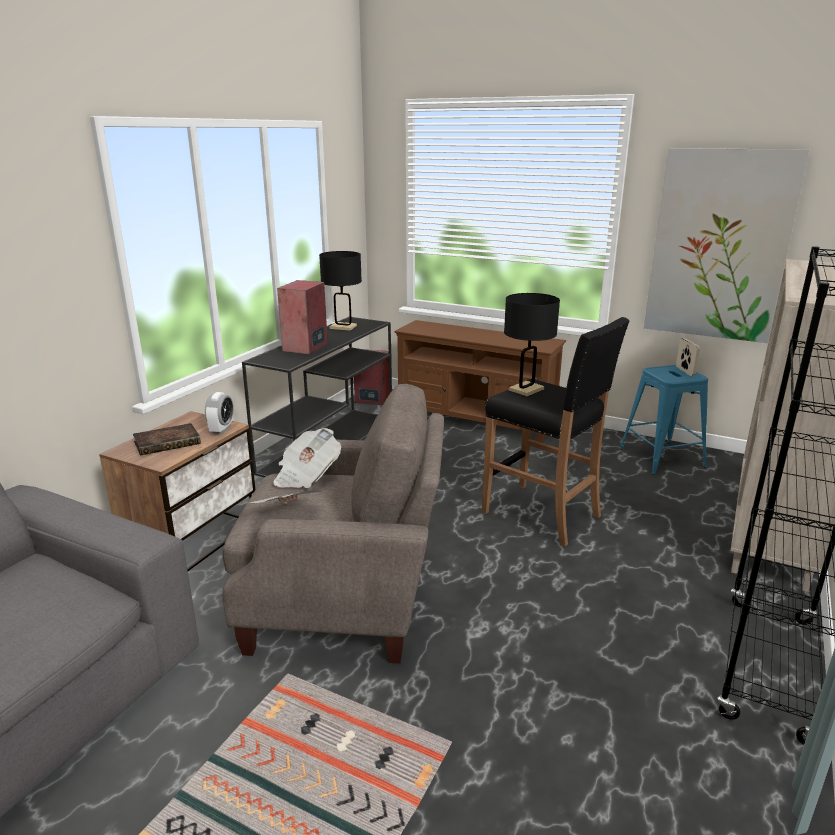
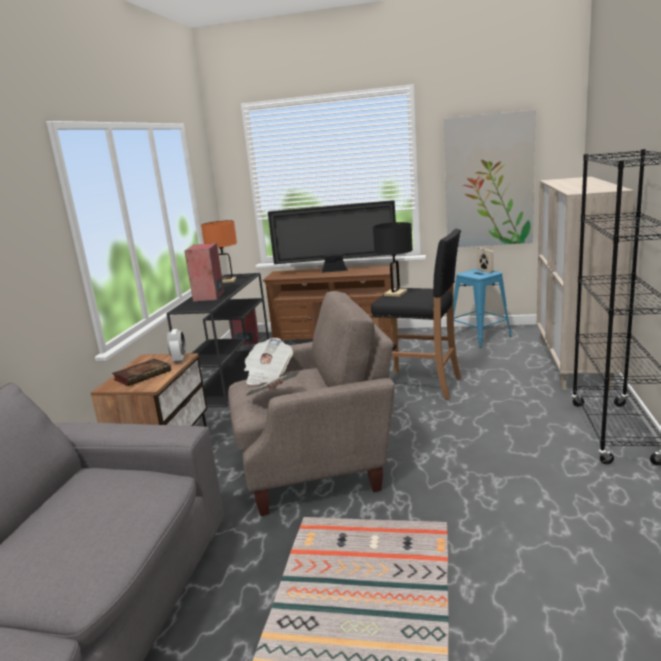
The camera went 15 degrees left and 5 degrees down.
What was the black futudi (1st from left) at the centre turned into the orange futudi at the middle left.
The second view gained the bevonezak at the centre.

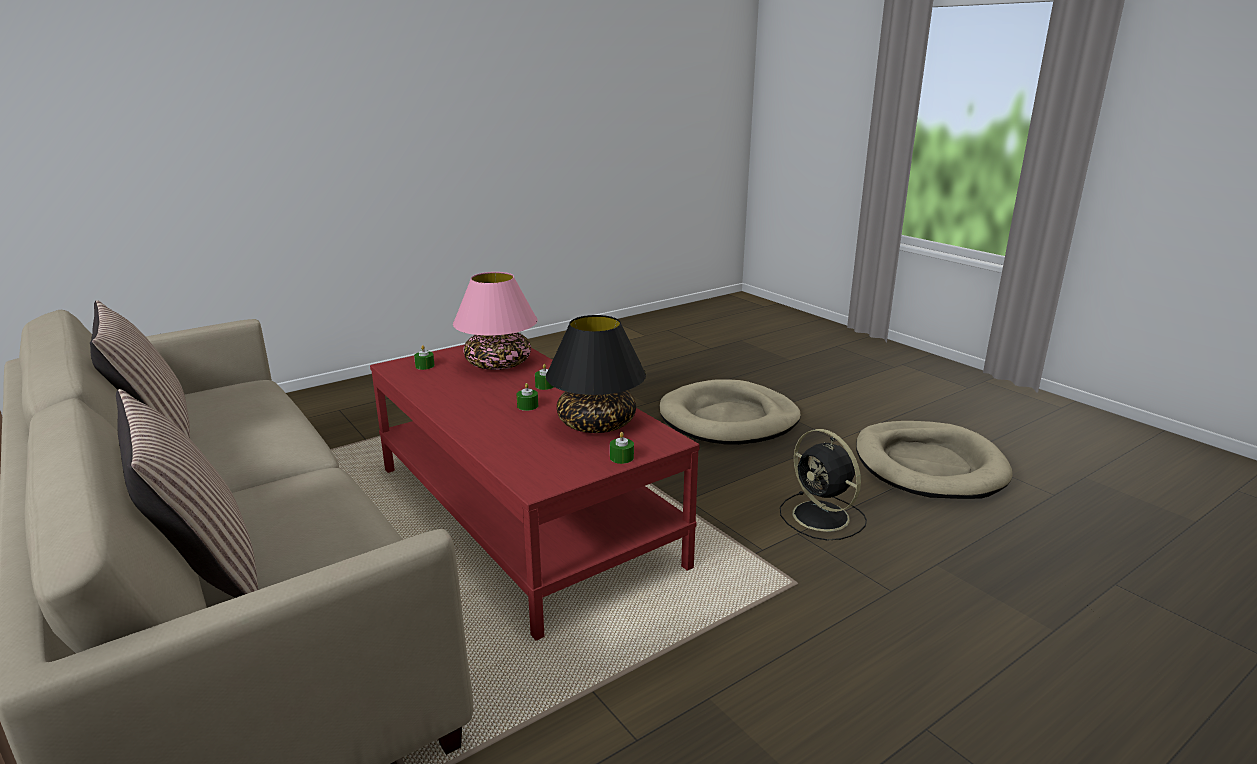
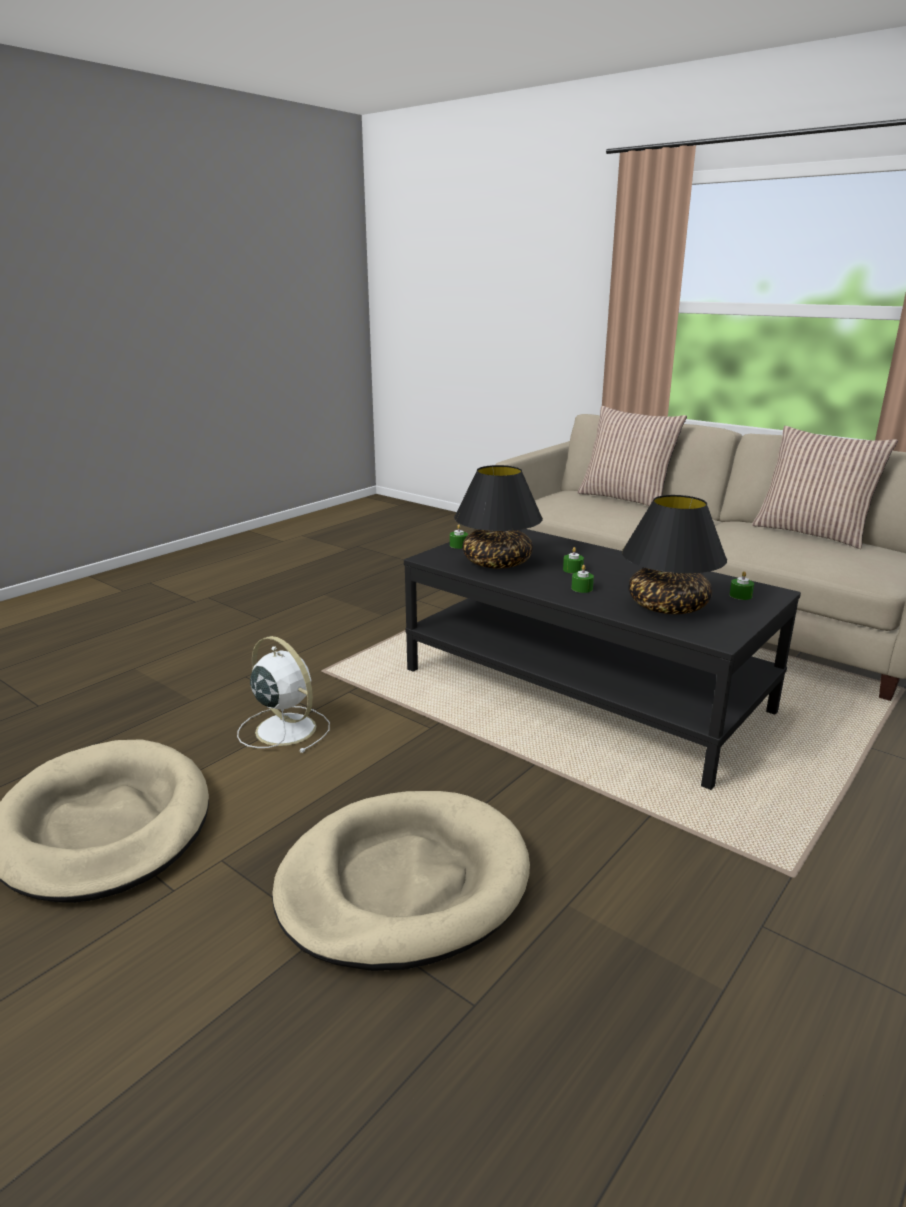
The camera went 165 degrees right and 0 degrees up.
What was the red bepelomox at the centre turned into the black bepelomox at the centre.
What was the pink futudi at the centre turned into the black futudi (2nd from left) at the middle right.
What was the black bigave at the centre turned into the white bigave at the middle left.

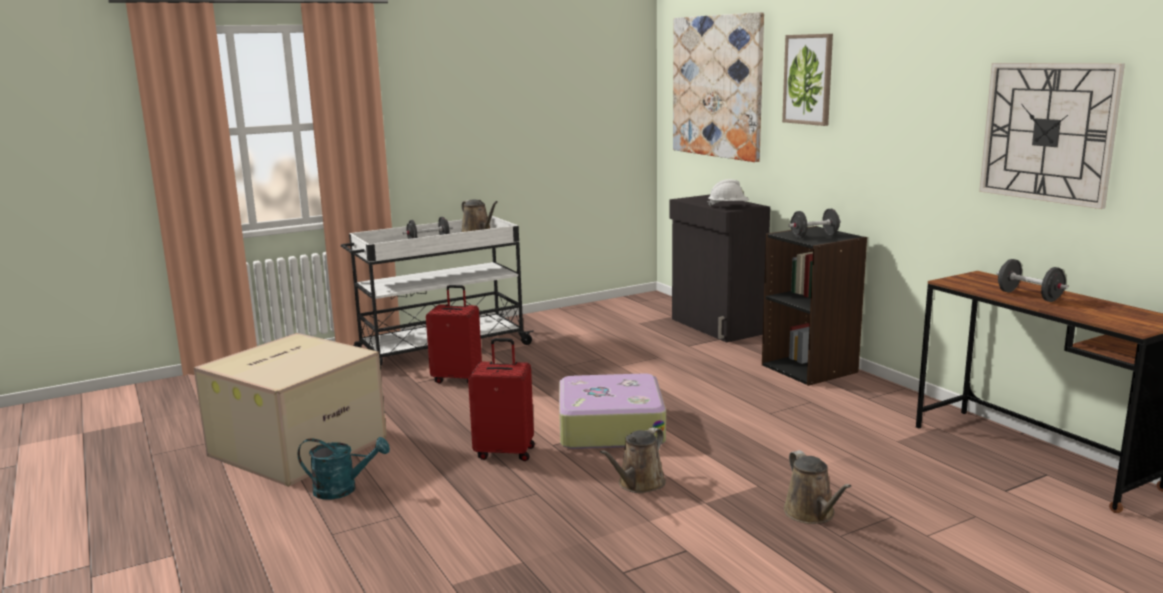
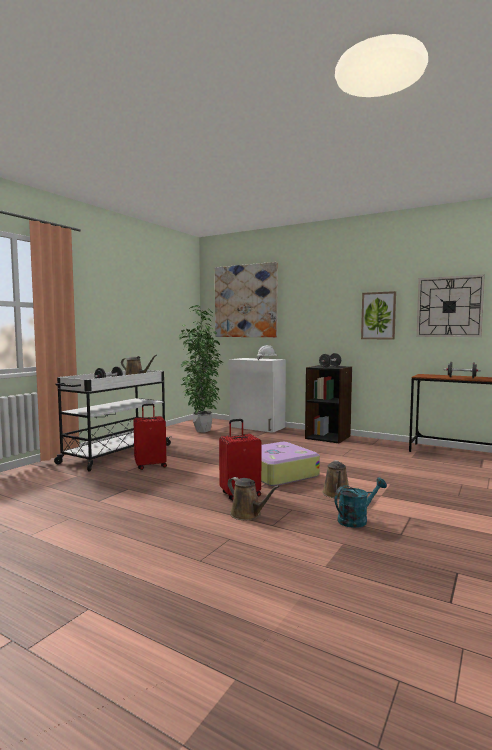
The camera went 30 degrees left and 10 degrees down.
The second view lost the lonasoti at the bottom left.
The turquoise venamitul ended up elsewhere, having gone from the bottom left to the bottom right.
What was the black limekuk at the centre turned into the white limekuk at the centre.
The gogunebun (2nd from left) ended up elsewhere, having gone from the top right to the middle right.
The brown venamitul (3rd from left in the first image) ended up elsewhere, having gone from the bottom right to the centre.
The second view gained the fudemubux at the centre.

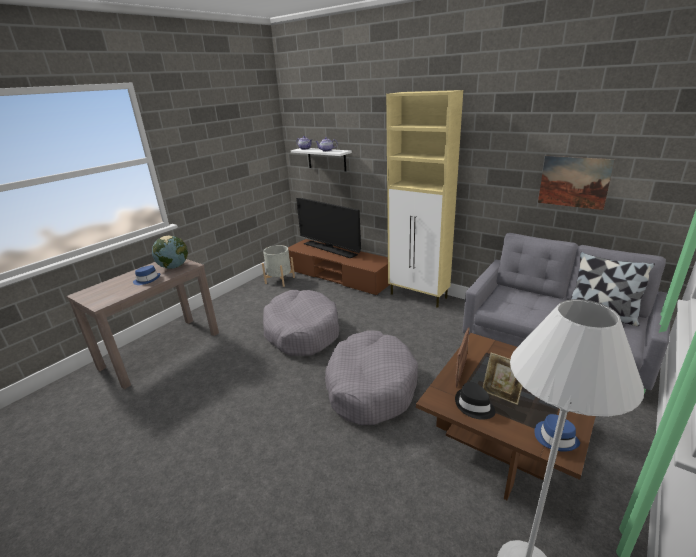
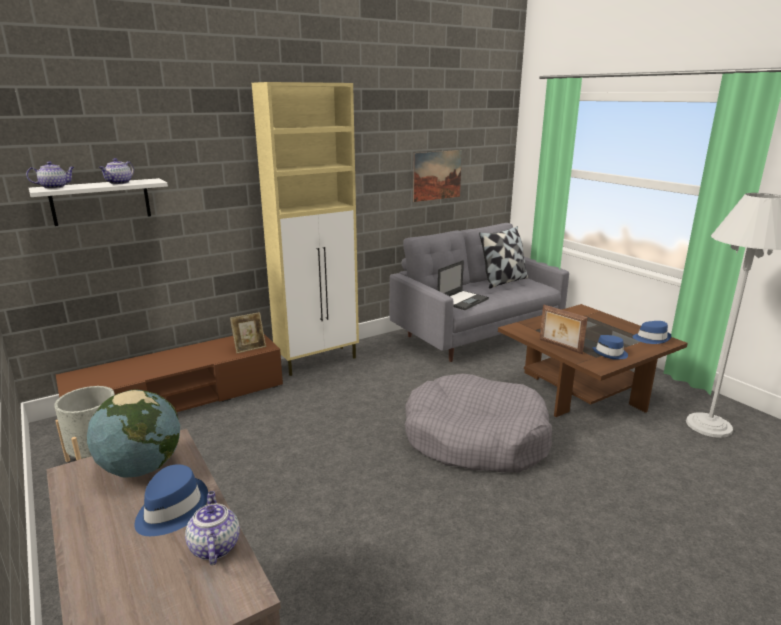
The camera went 70 degrees left and 5 degrees down.
The second view lost the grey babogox (1st from left) at the centre.
The second view lost the bevonezak at the centre.
What was the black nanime at the bottom right turned into the blue nanime (2nd from left) at the middle right.
The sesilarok (2nd from left in the first image) ended up elsewhere, having gone from the bottom right to the middle left.
The second view gained the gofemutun (3rd from left) at the bottom left.
The second view gained the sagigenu at the centre.

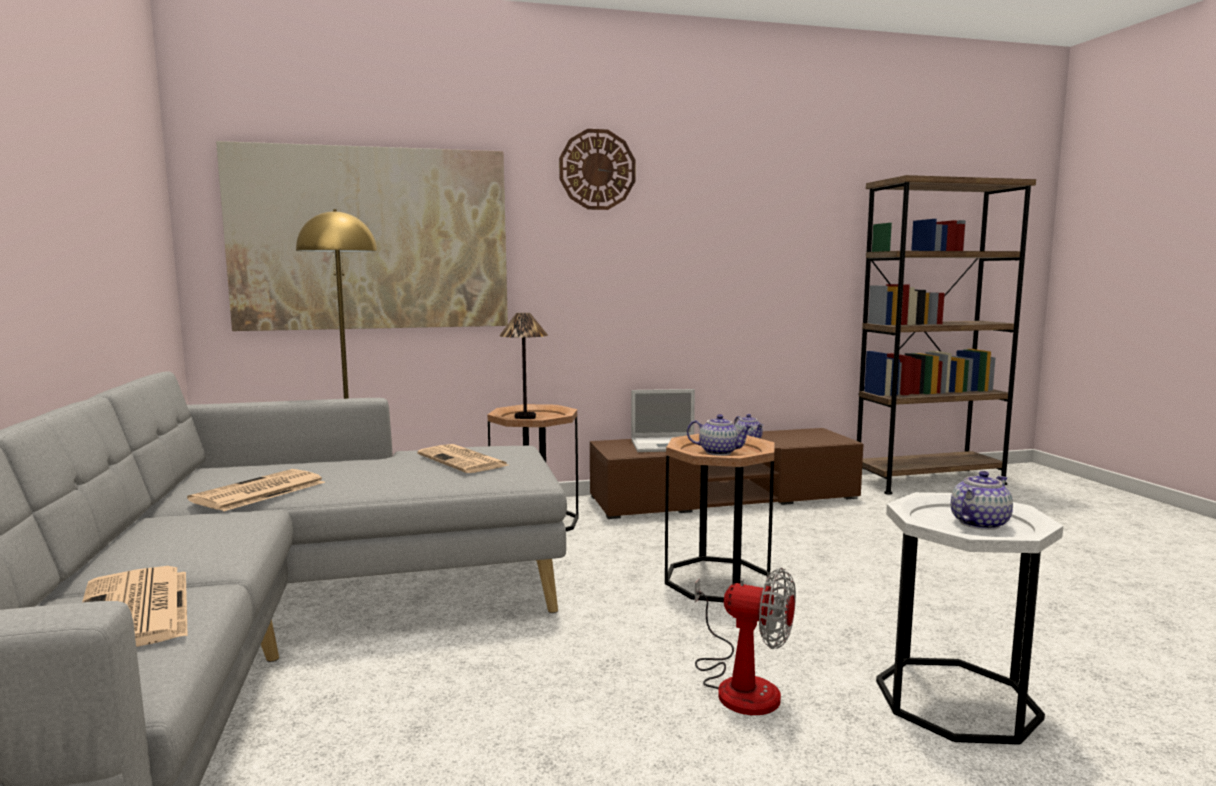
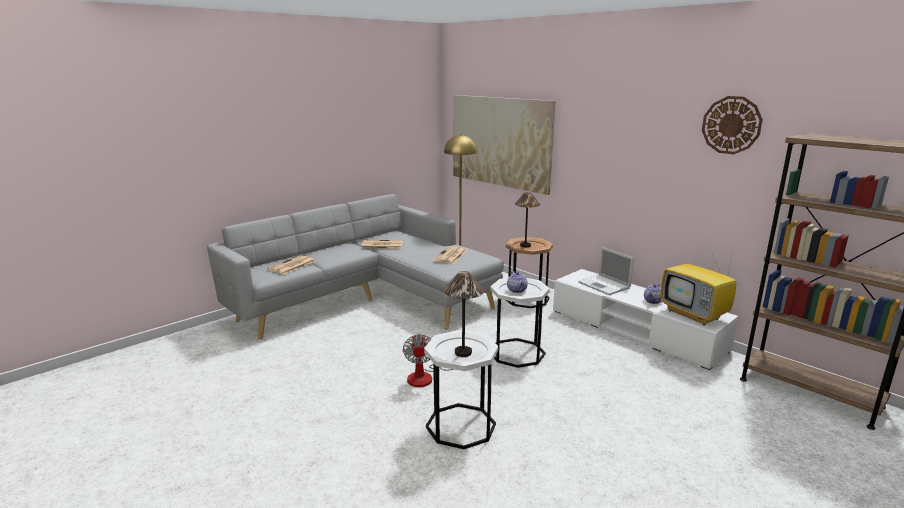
The camera went 60 degrees right and 10 degrees up.
The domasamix ended up elsewhere, having gone from the top centre to the top right.
What was the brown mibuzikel at the centre turned into the white mibuzikel at the middle right.
What was the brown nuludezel (2nd from left) at the centre turned into the white nuludezel (2nd from left) at the centre.
Where the gofemutun (3rd from left) stood at the middle right, the futudi (1st from left) came to stand at the centre.
The second view gained the bevonezak at the middle right.

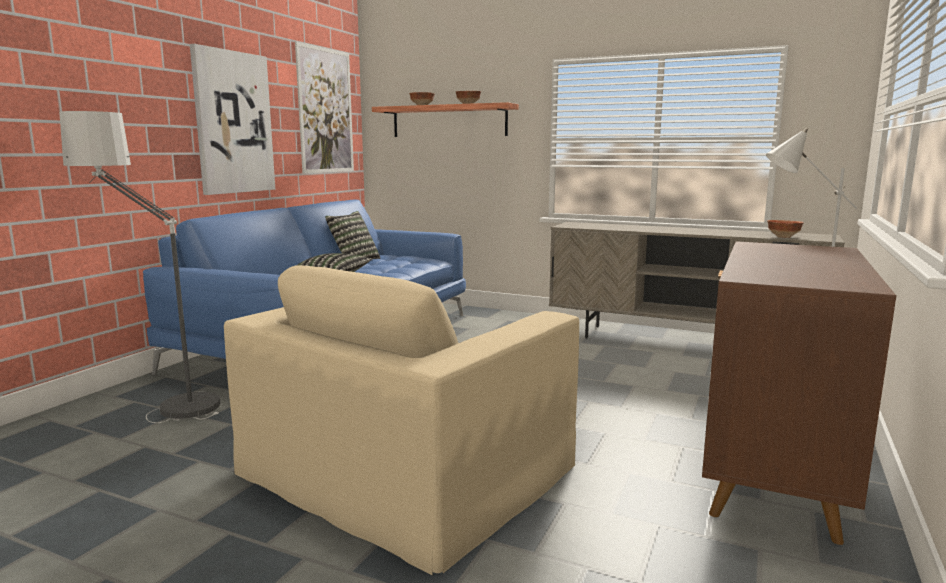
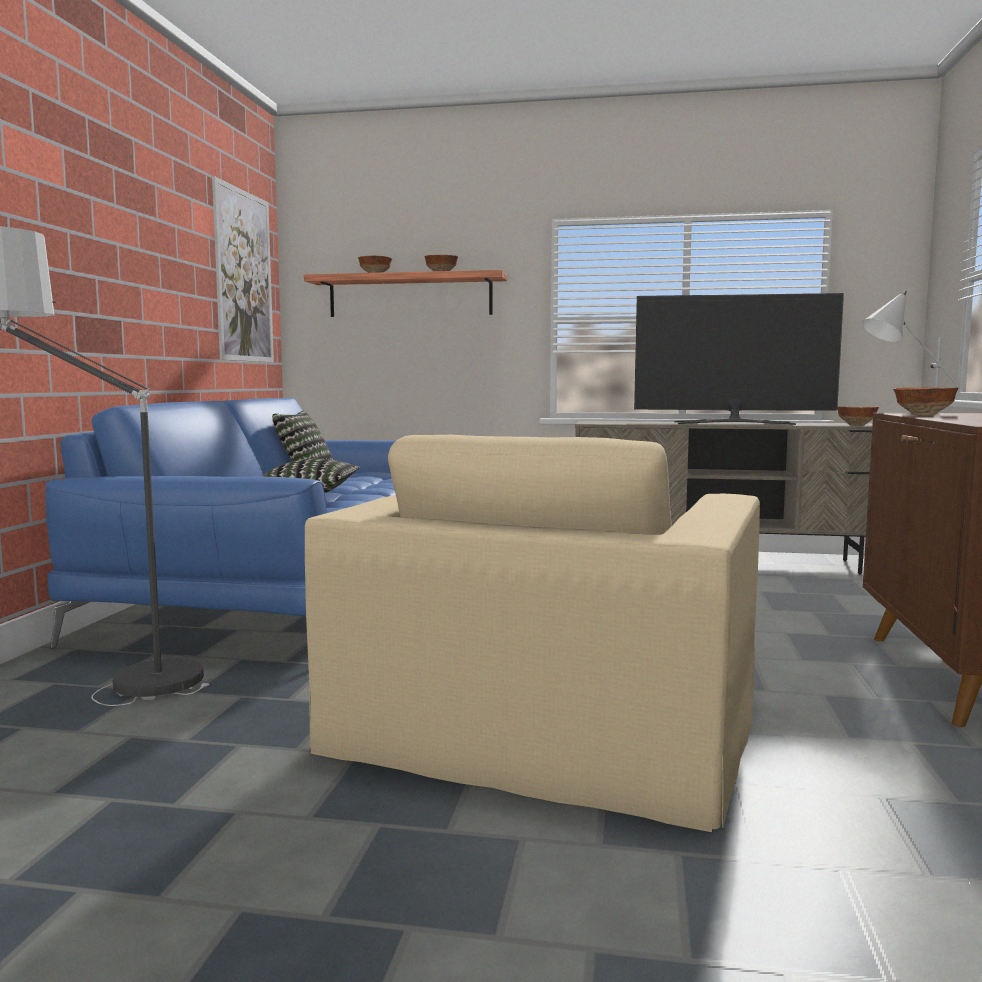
The camera went 15 degrees left and 5 degrees down.
The second view lost the gogunebun (1st from left) at the top left.
The second view gained the bevonezak at the middle right.
The second view gained the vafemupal (4th from left) at the middle right.

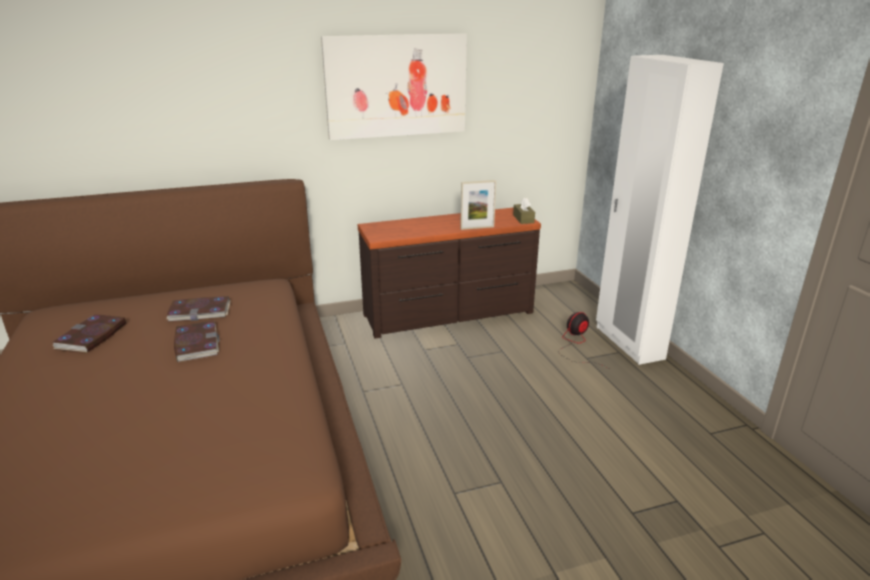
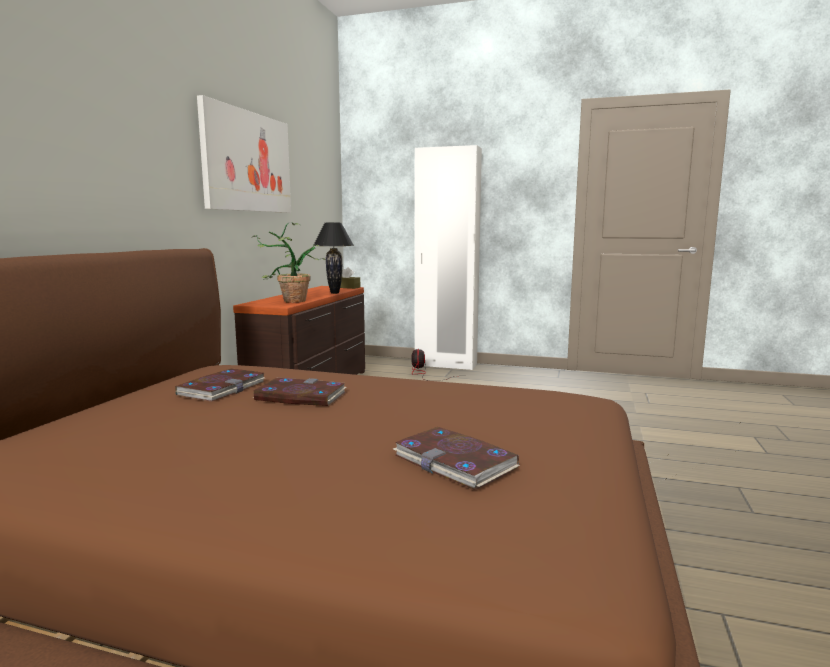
The camera went 55 degrees left and 15 degrees down.
The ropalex (1st from left in the first image) ended up elsewhere, having gone from the middle left to the bottom centre.
Where the sesilarok stood at the centre, the black futudi came to stand at the centre.
The second view gained the fudemubux at the centre.

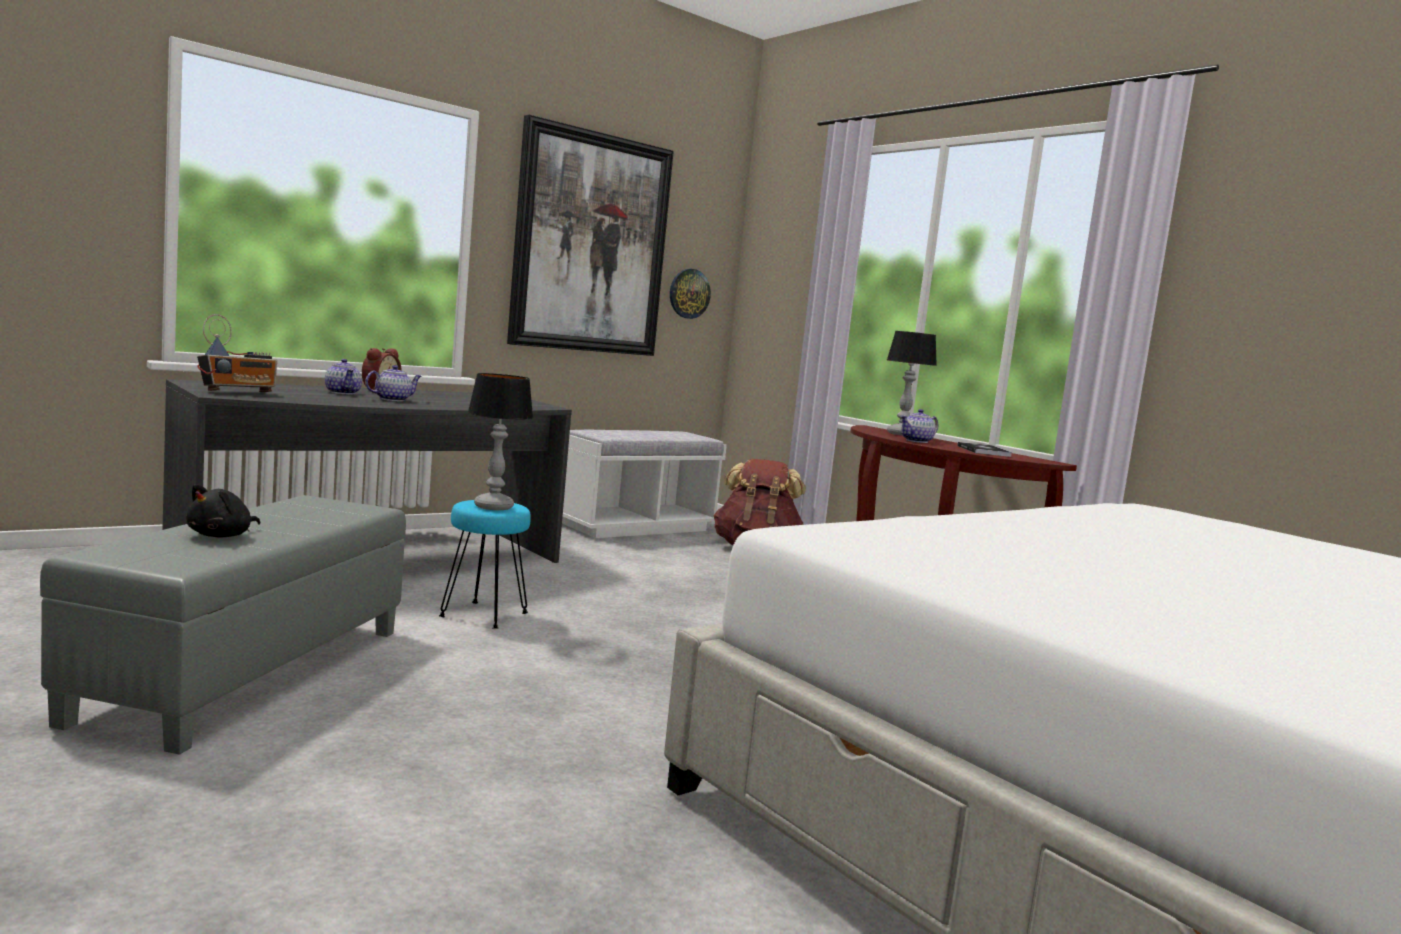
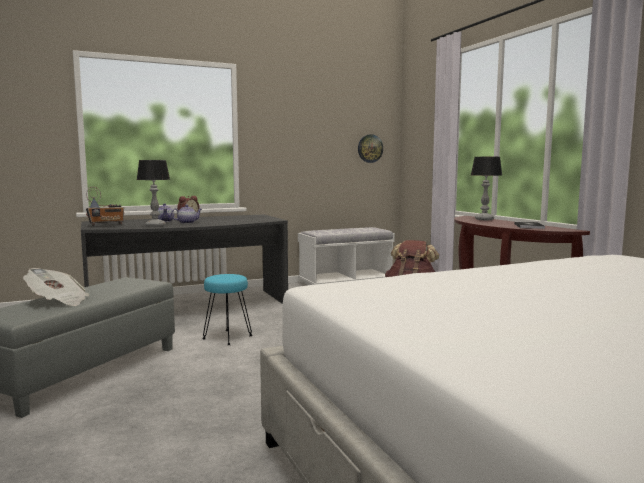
The camera went 15 degrees right and 0 degrees up.
Where the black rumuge stood at the middle left, the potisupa came to stand at the middle left.
The futudi (1st from left) ended up elsewhere, having gone from the centre to the middle left.
The second view lost the gogunebun at the top centre.
The second view lost the gofemutun (3rd from left) at the centre.

